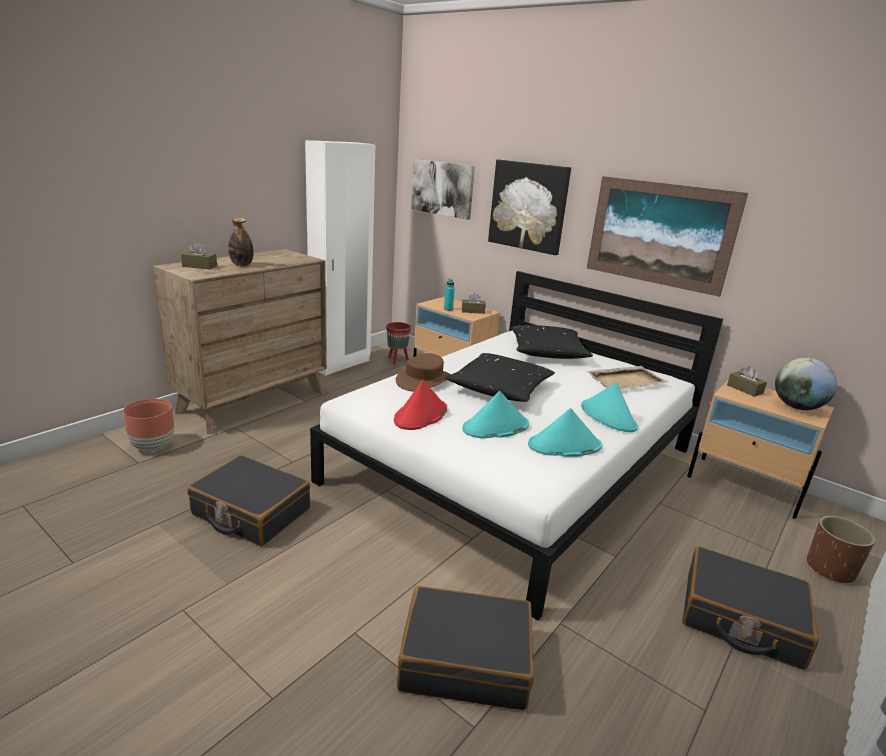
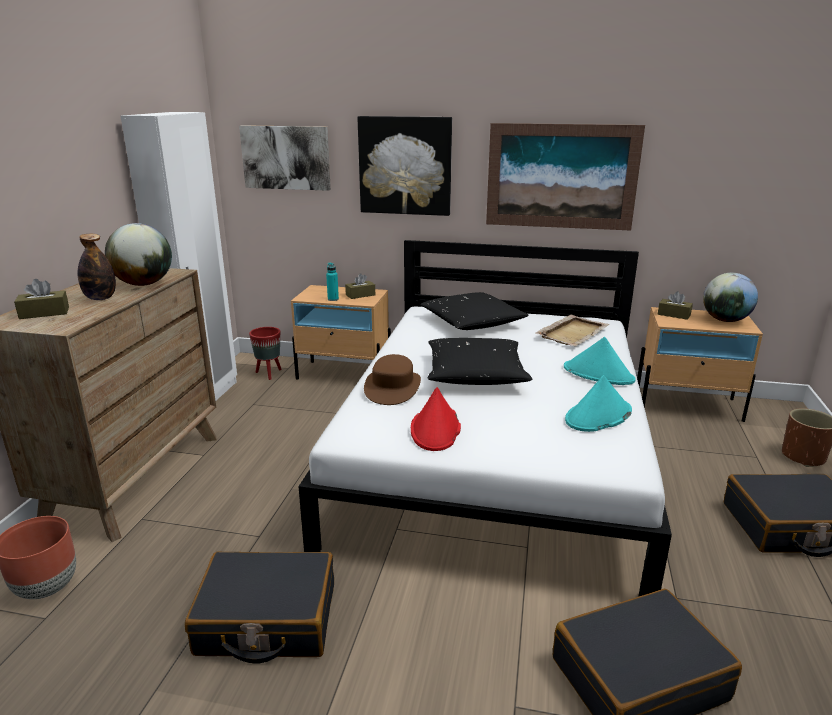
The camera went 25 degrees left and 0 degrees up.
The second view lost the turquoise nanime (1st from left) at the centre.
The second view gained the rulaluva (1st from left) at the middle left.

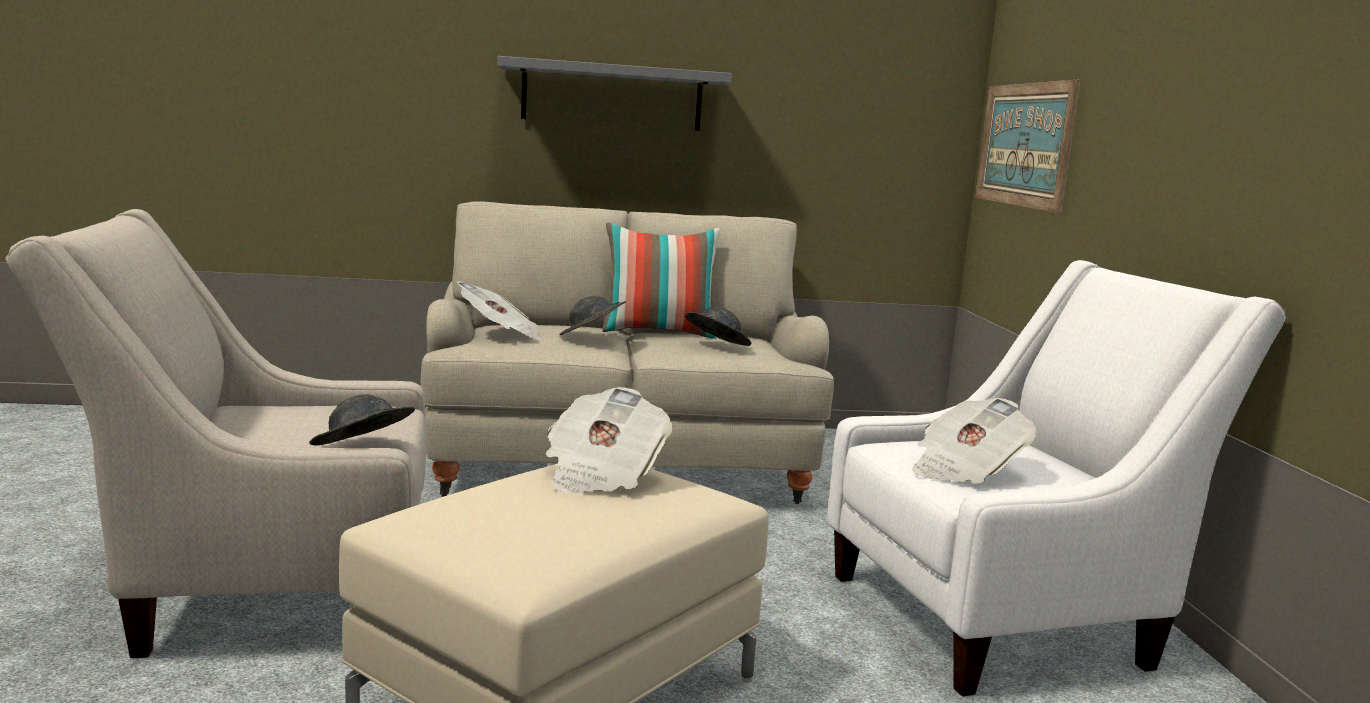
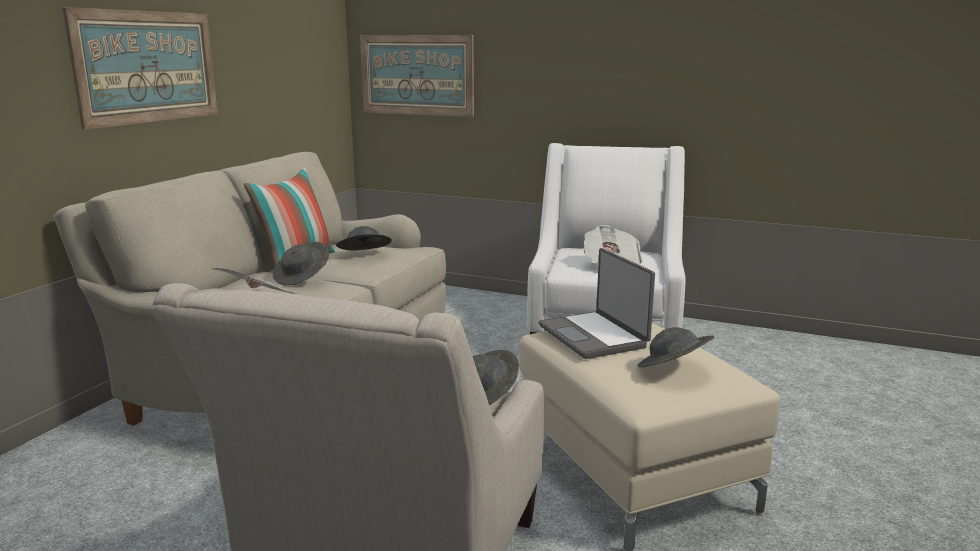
The camera went 60 degrees left and 5 degrees up.
Where the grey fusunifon hung at the top centre, the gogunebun (1st from left) came to hang at the top left.
Where the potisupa (2nd from left) stood at the centre, the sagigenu came to stand at the centre.
The second view gained the grey nanime (4th from left) at the middle right.

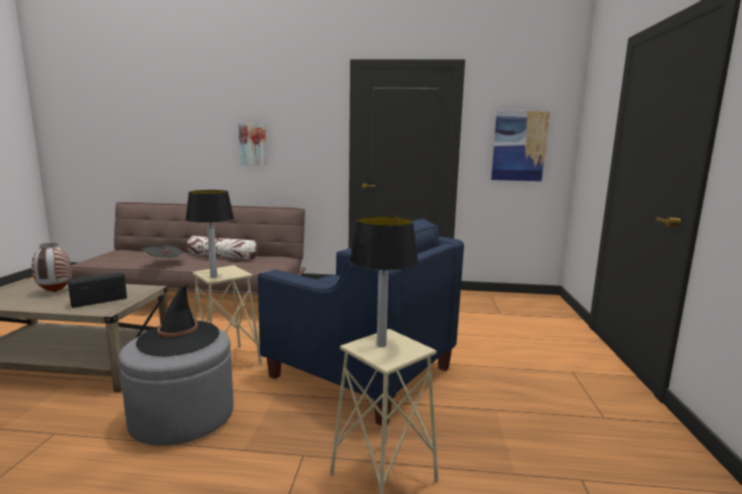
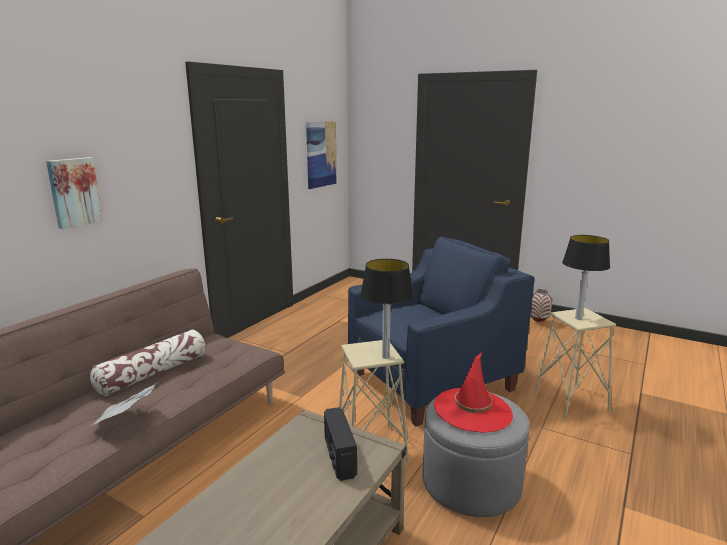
The camera went 65 degrees left and 5 degrees up.
The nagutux ended up elsewhere, having gone from the middle left to the middle right.
What was the black nanime at the middle left turned into the red nanime at the bottom centre.

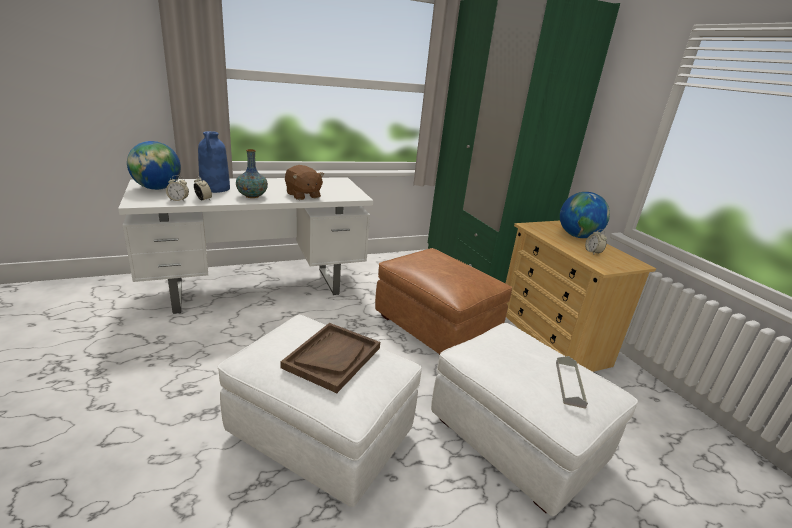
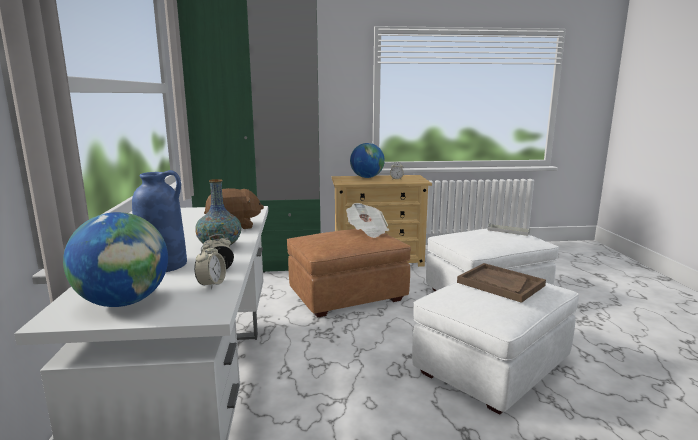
The camera went 70 degrees left and 10 degrees down.
The second view gained the potisupa at the centre.

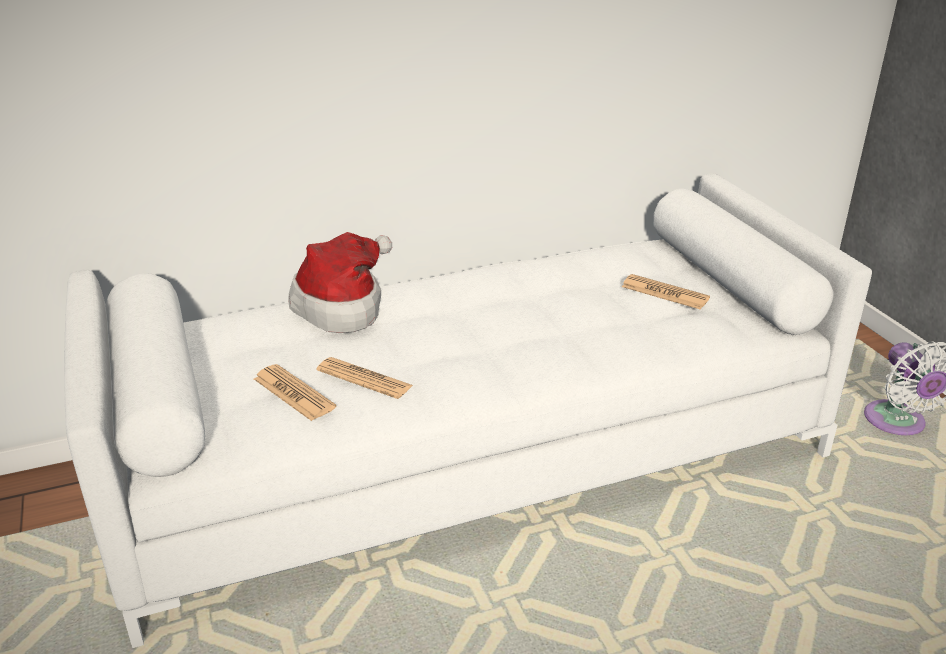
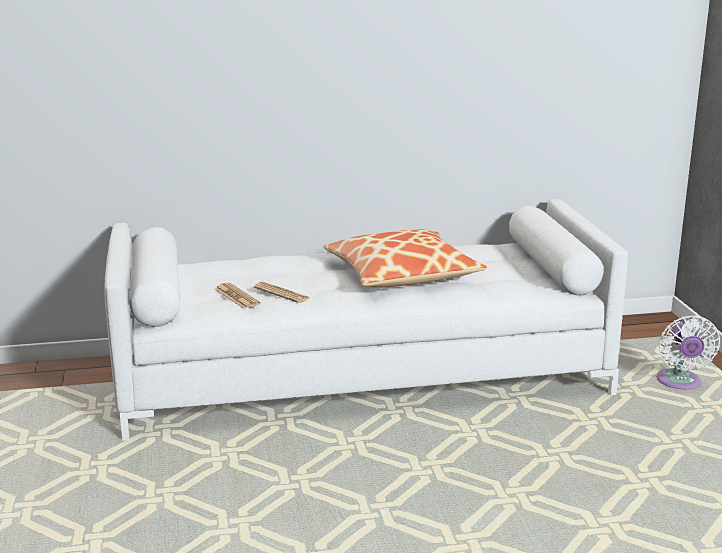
The camera went 10 degrees right and 10 degrees down.
The second view lost the nanime at the centre.
The second view lost the potisupa (3rd from left) at the middle right.
The second view gained the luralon at the centre.

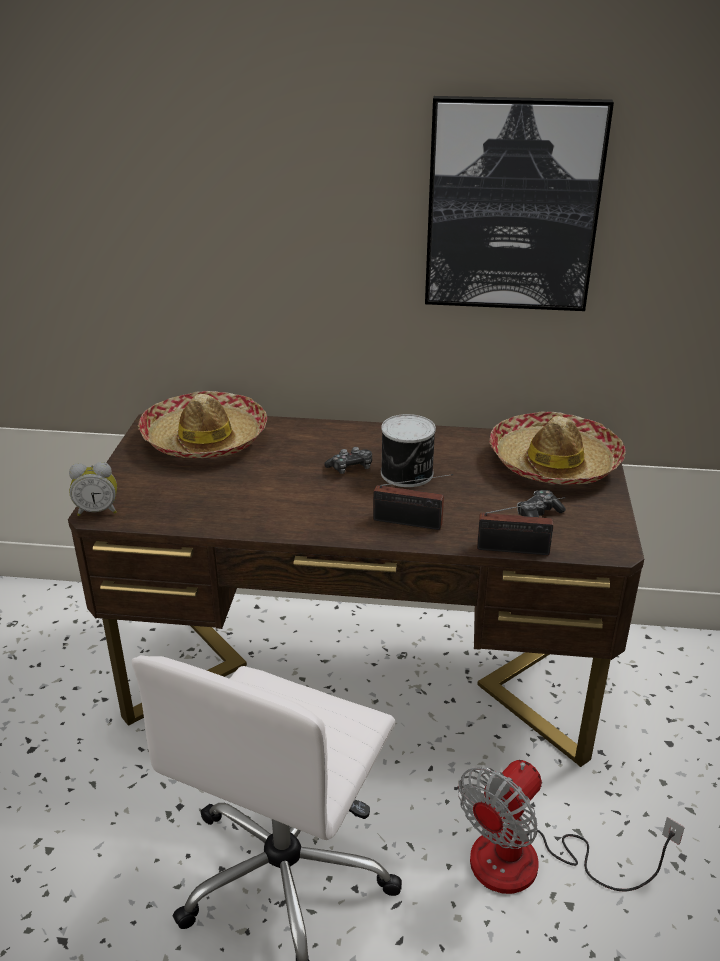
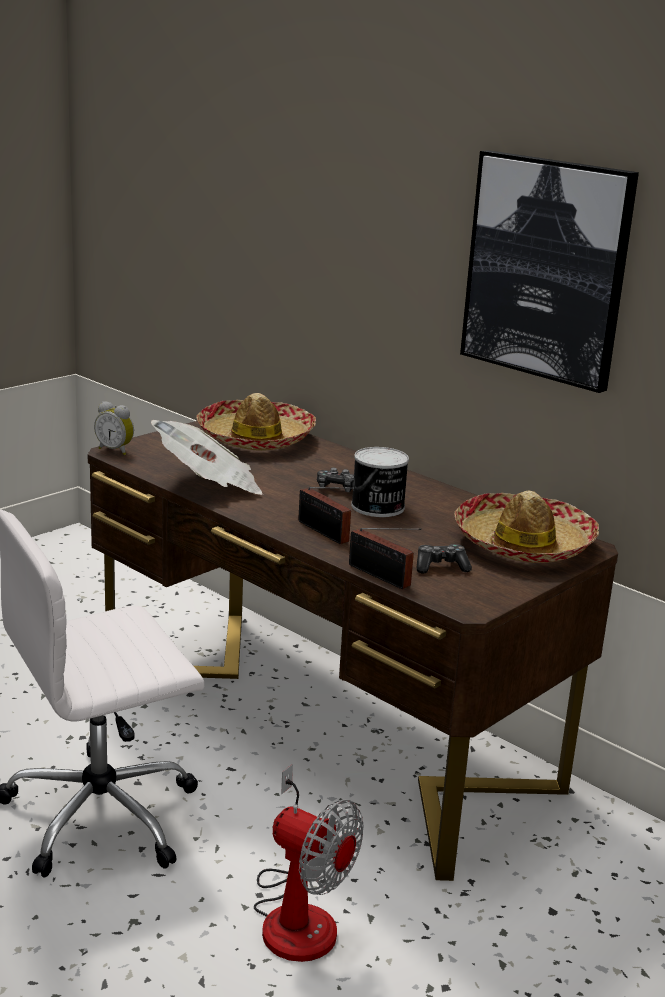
The camera went 35 degrees right and 10 degrees down.
The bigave at the bottom right ended up facing another way, 135 degrees counterclockwise from before.
The second view gained the potisupa at the middle left.

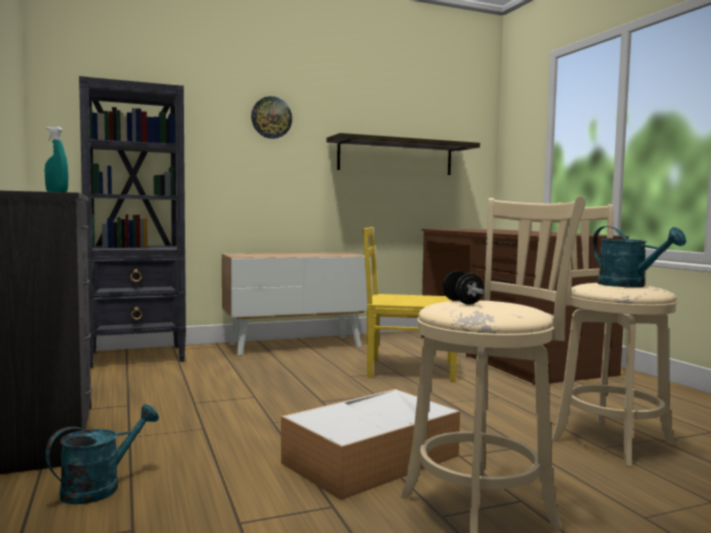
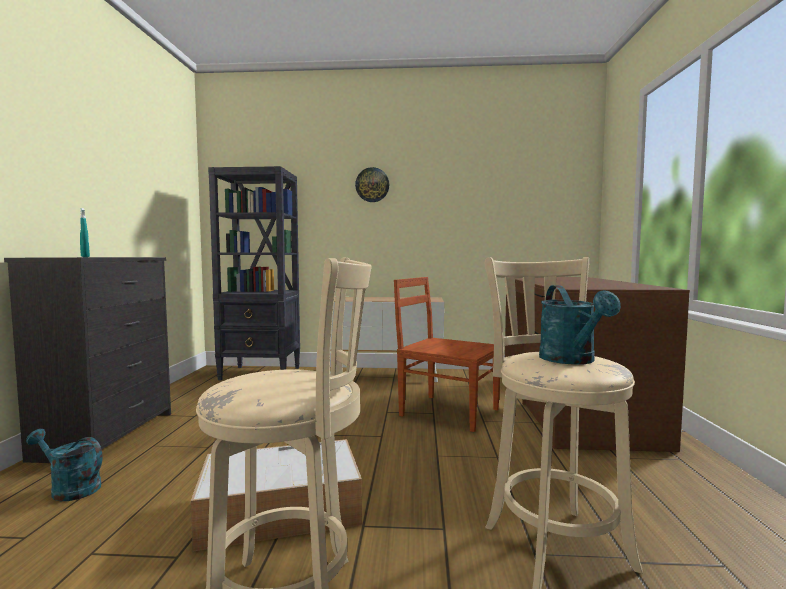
The camera went 25 degrees right and 0 degrees up.
The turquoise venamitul (1st from left) at the bottom left ended up facing another way, 135 degrees counterclockwise from before.
The second view lost the fusunifon at the top centre.
What was the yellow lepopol at the centre turned into the brown lepopol at the centre.
The second view lost the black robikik at the centre.

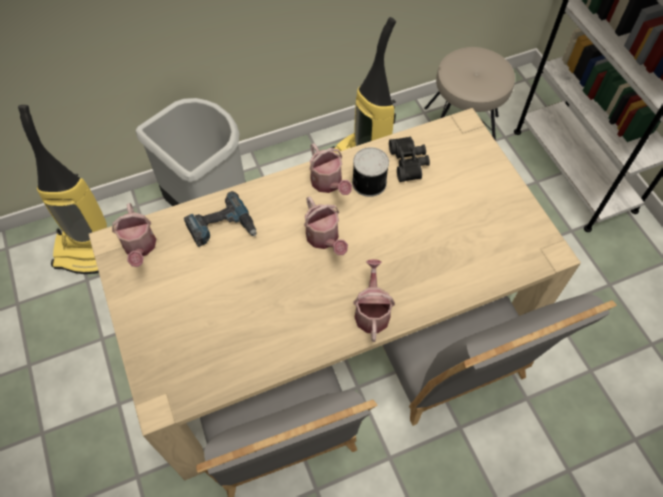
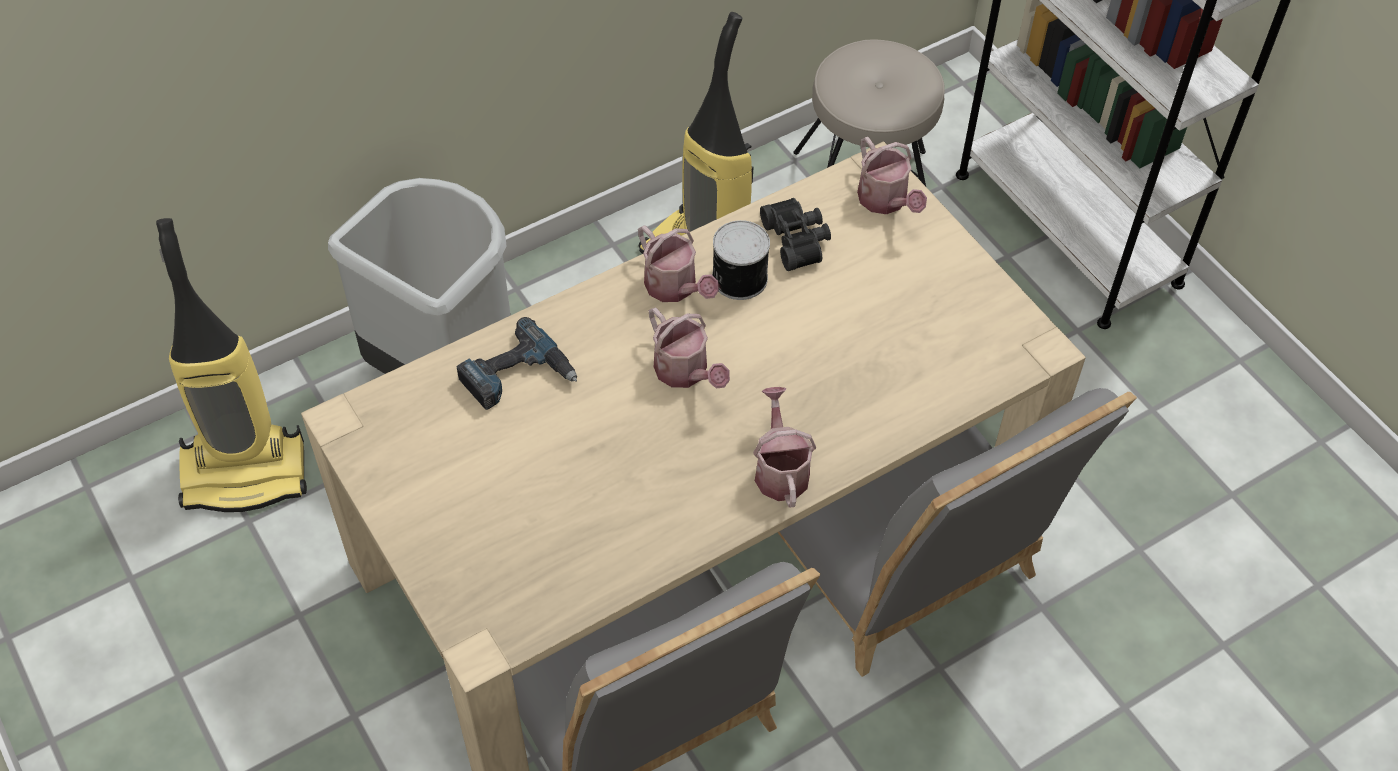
The camera went 10 degrees left and 5 degrees down.
The venamitul (1st from left in the first image) ended up elsewhere, having gone from the middle left to the top centre.

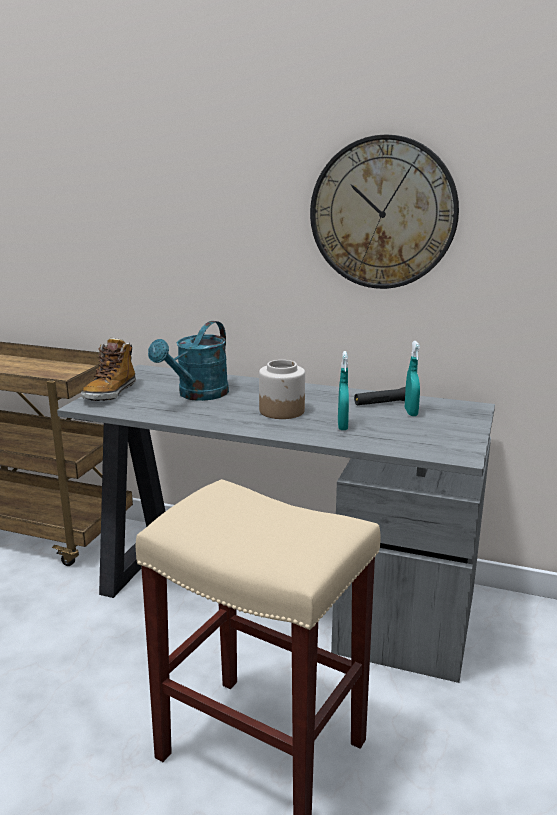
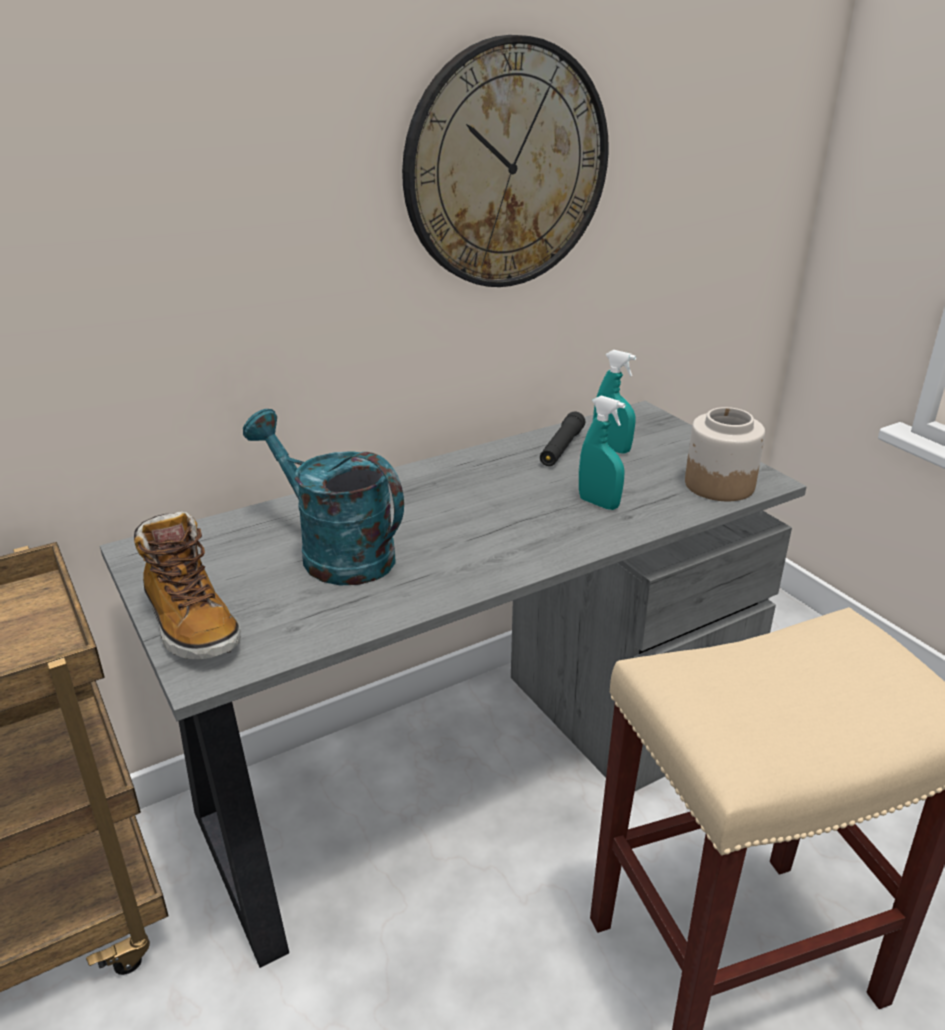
The camera went 50 degrees left and 10 degrees up.
The turquoise venamitul at the centre ended up facing another way, 150 degrees clockwise from before.
The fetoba ended up elsewhere, having gone from the centre to the middle right.

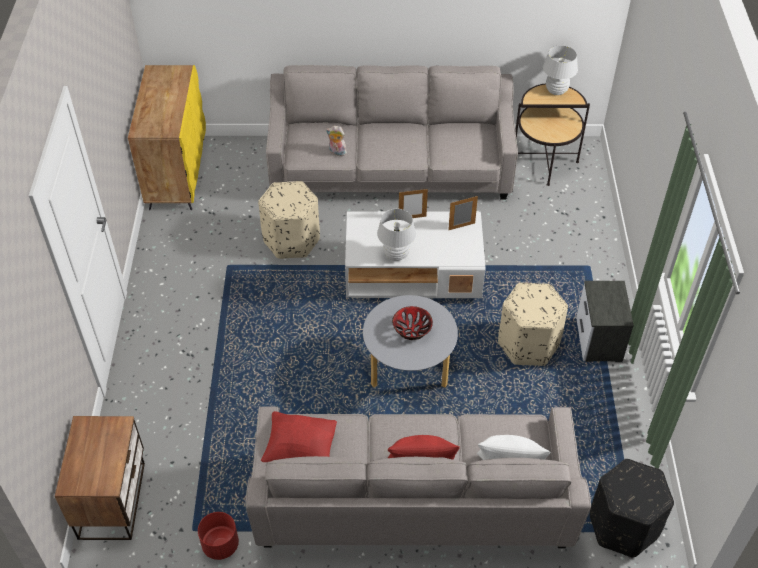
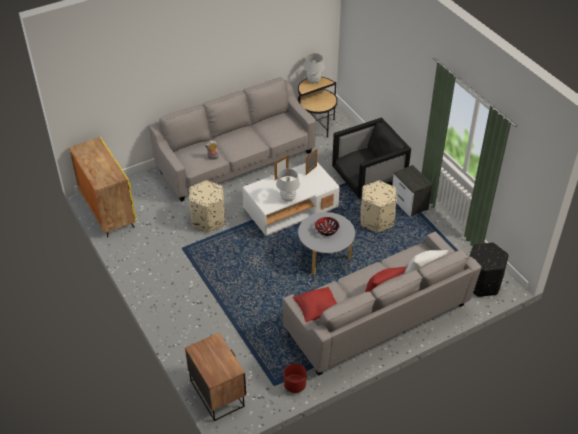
The camera went 30 degrees left and 5 degrees down.
The second view gained the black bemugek at the centre.

